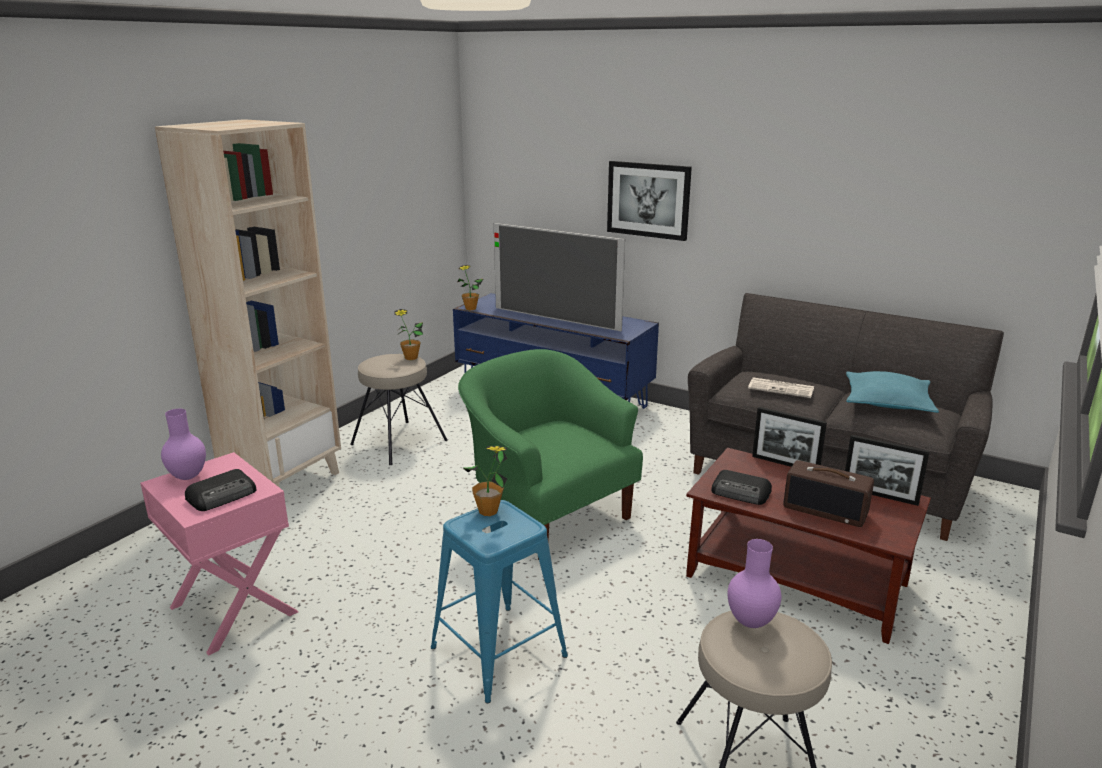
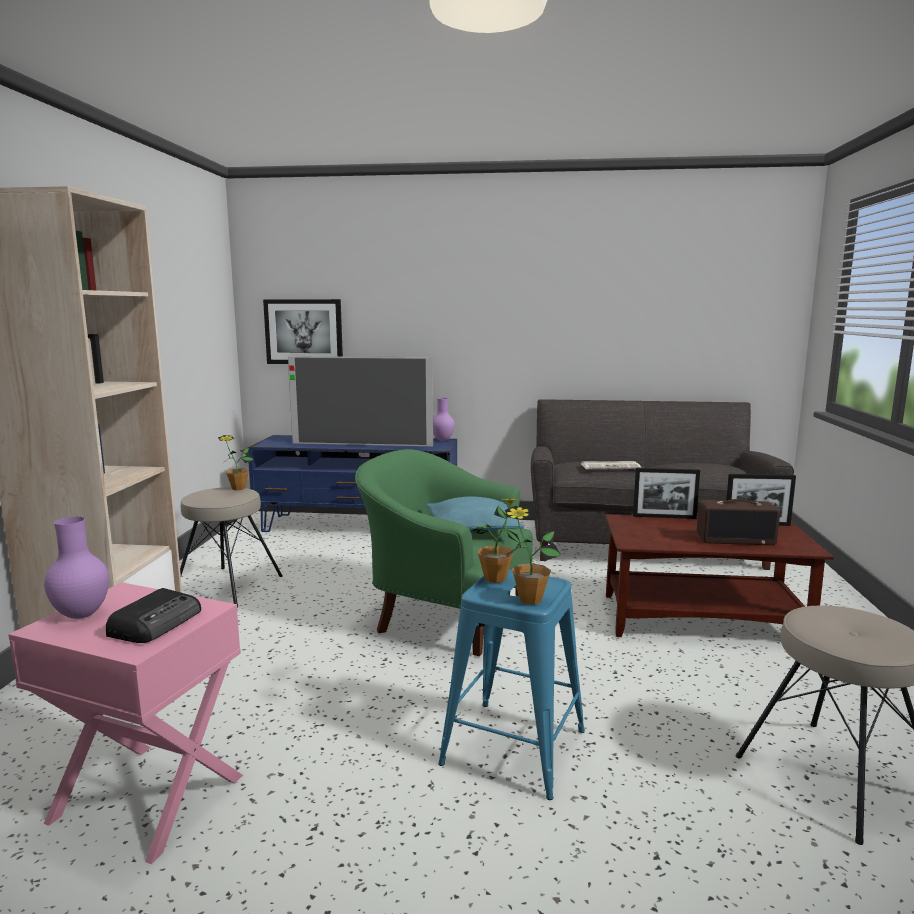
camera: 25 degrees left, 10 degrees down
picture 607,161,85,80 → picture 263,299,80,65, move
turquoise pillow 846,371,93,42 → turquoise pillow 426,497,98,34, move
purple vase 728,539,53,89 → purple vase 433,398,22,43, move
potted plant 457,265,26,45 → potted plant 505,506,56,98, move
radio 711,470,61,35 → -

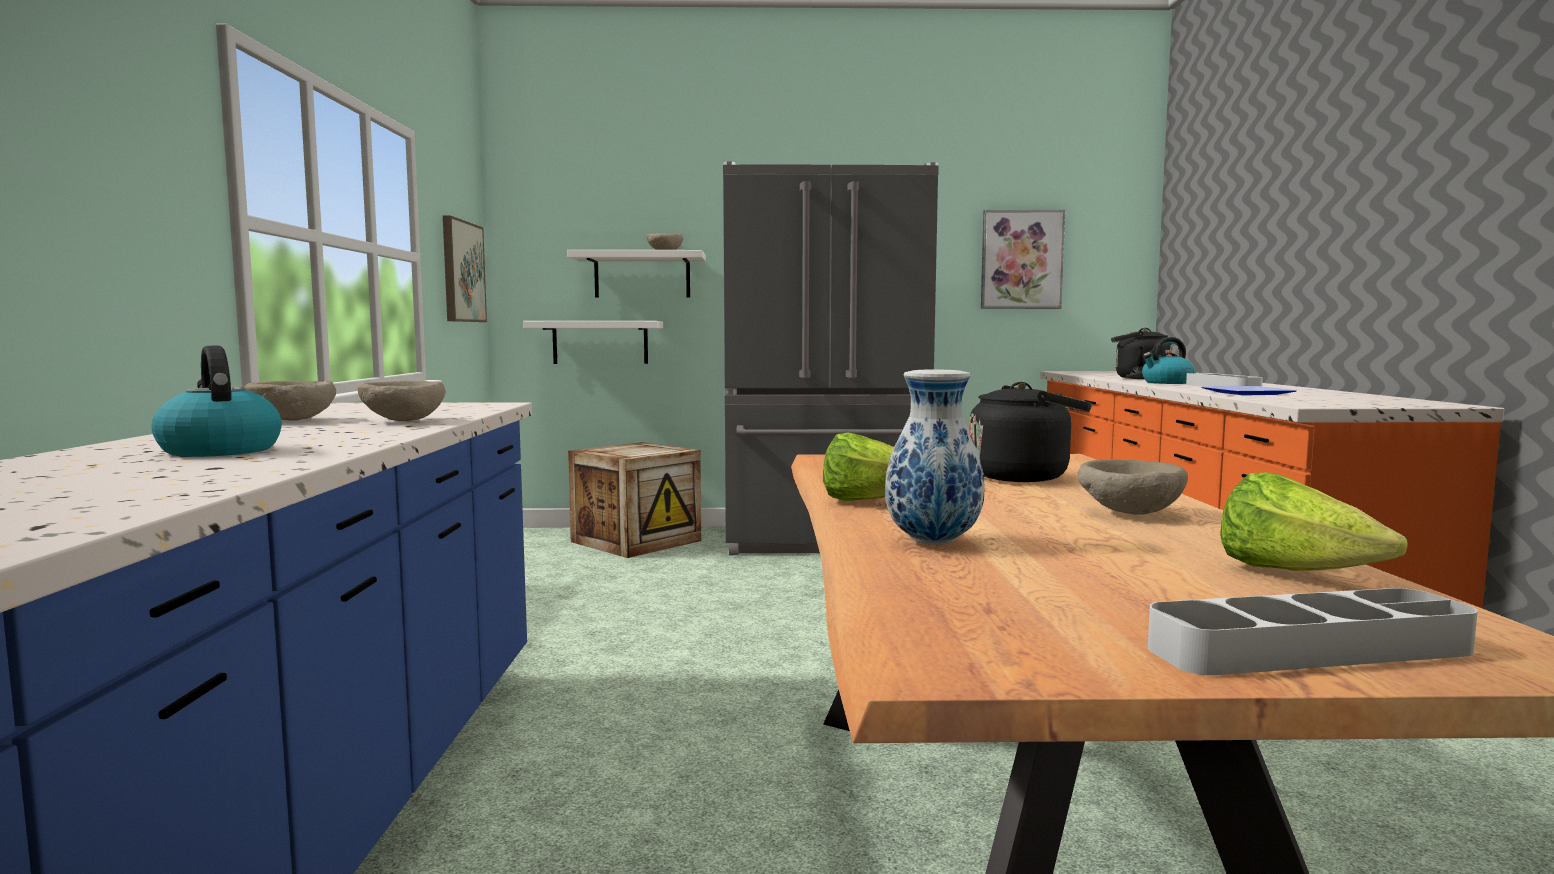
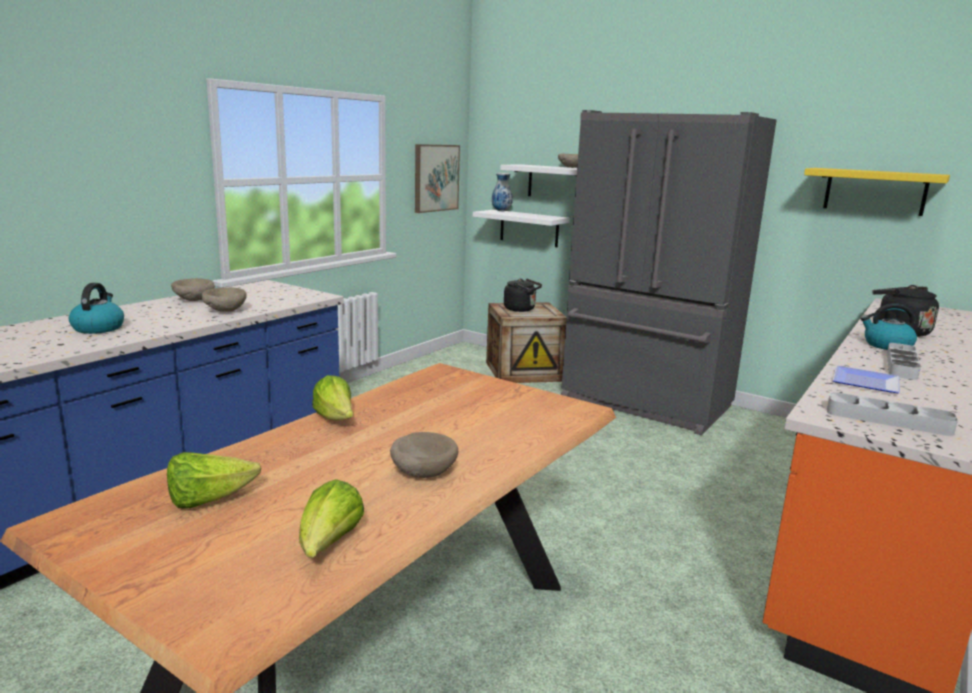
camera: 35 degrees right, 10 degrees up
- → lettuce 167,452,95,56
vase 885,370,99,175 → vase 492,173,21,38, move
black kettle 969,382,123,100 → black kettle 504,278,38,34, move
picture 981,209,84,100 → yellow shelf 804,168,146,48
grey tray 1148,588,330,87 → grey tray 827,392,131,44, move

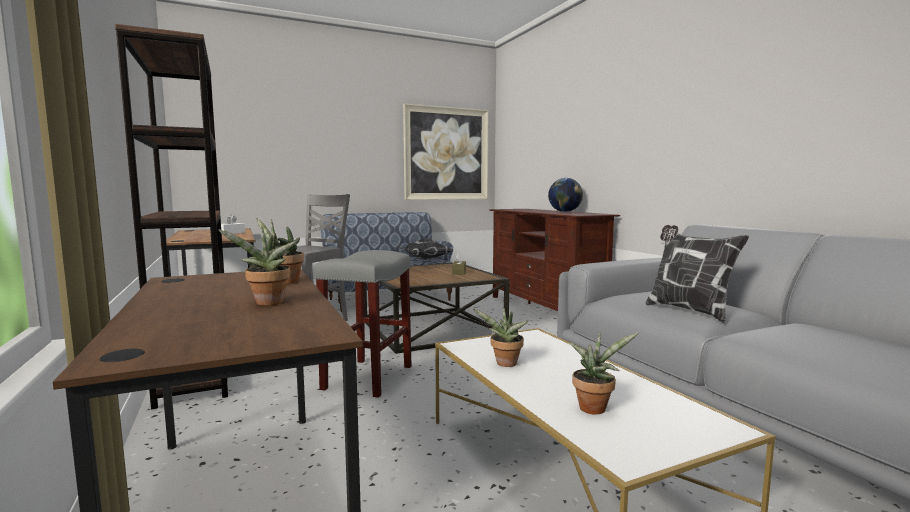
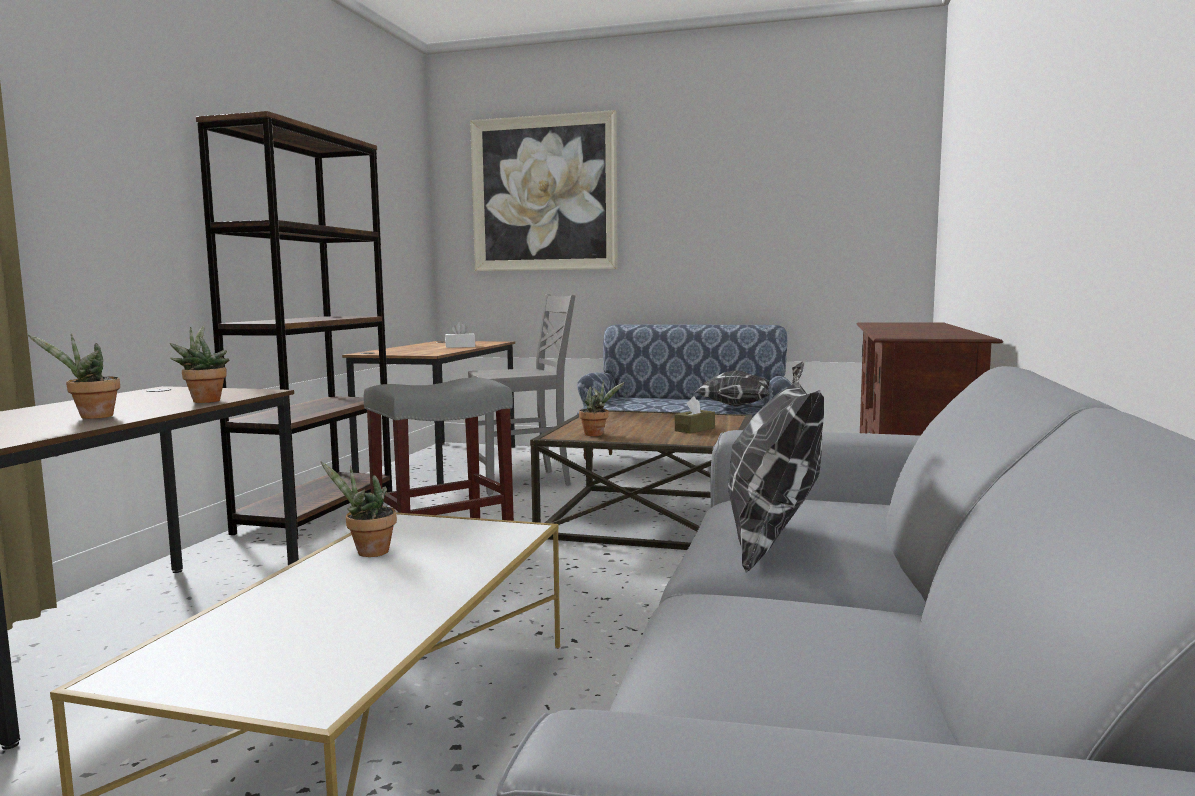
camera: 40 degrees right, 0 degrees up
picture 403,103,86,97 → picture 470,110,148,161, move
potted plant 569,332,69,82 → potted plant 579,380,45,56, move
globe 548,178,35,34 → -

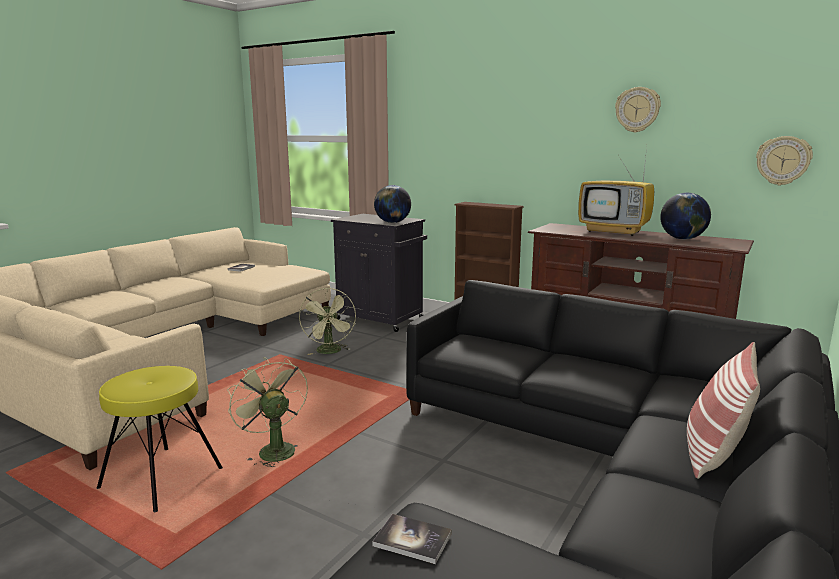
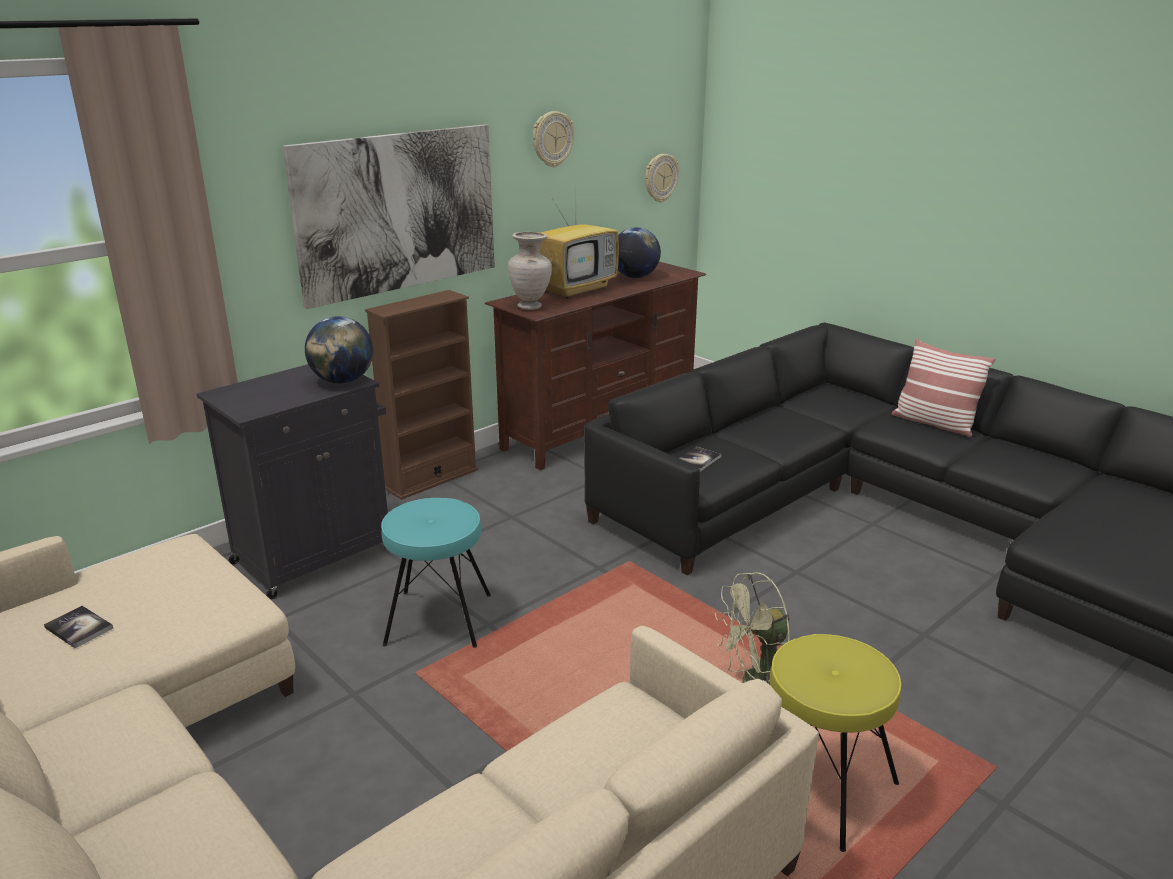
camera: 75 degrees left, 10 degrees up
- → picture 283,124,212,185
green fan 299,288,57,67 → turquoise stool 381,498,110,150
- → beige vase 508,232,44,78
book 373,514,79,50 → book 679,447,42,25, move

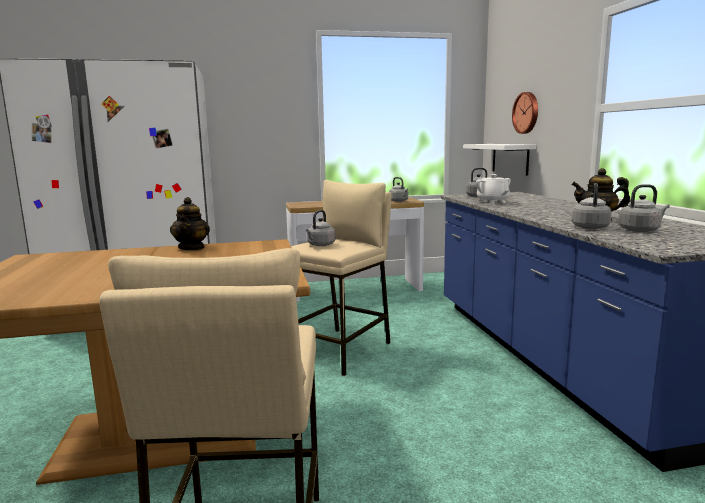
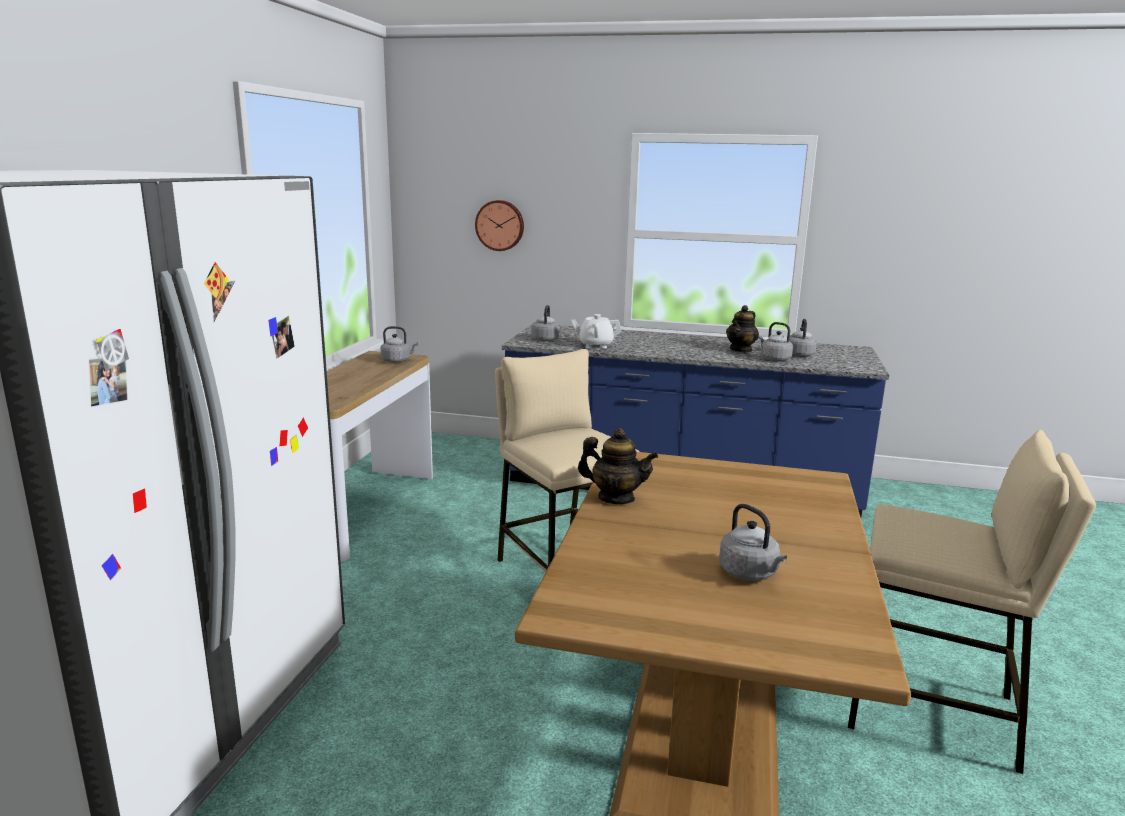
camera: 65 degrees left, 5 degrees up
grey kettle 306,210,29,36 → grey kettle 719,504,68,77, move
white shelf 463,144,73,32 → -

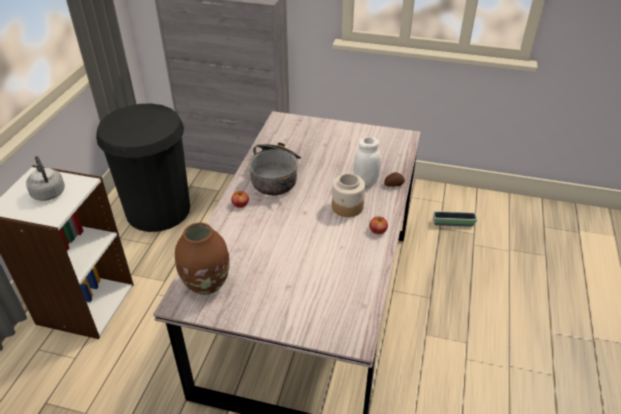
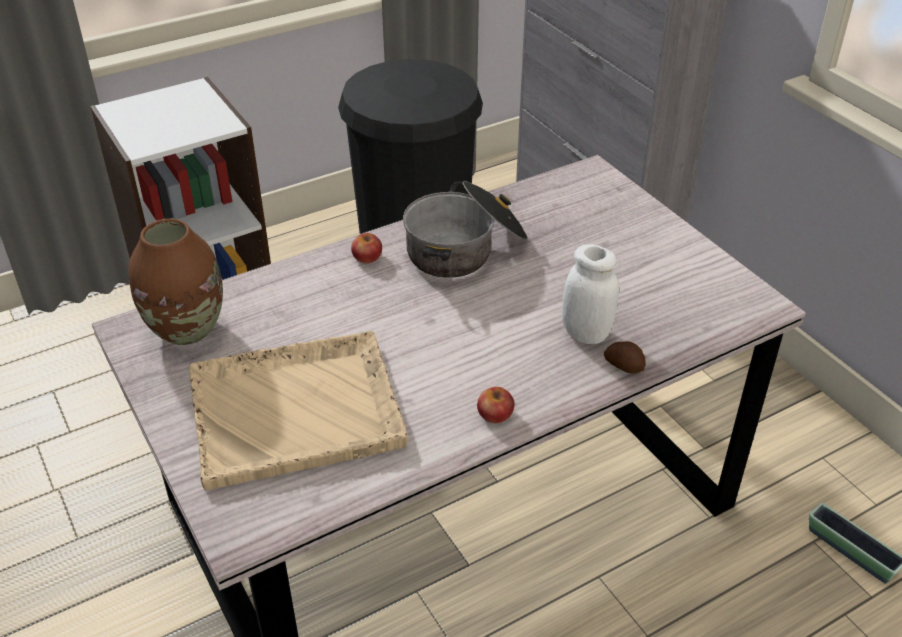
camera: 45 degrees right, 0 degrees up
- → beige tray 189,331,219,159
grey kettle 26,156,39,45 → -
jar 332,173,33,44 → -

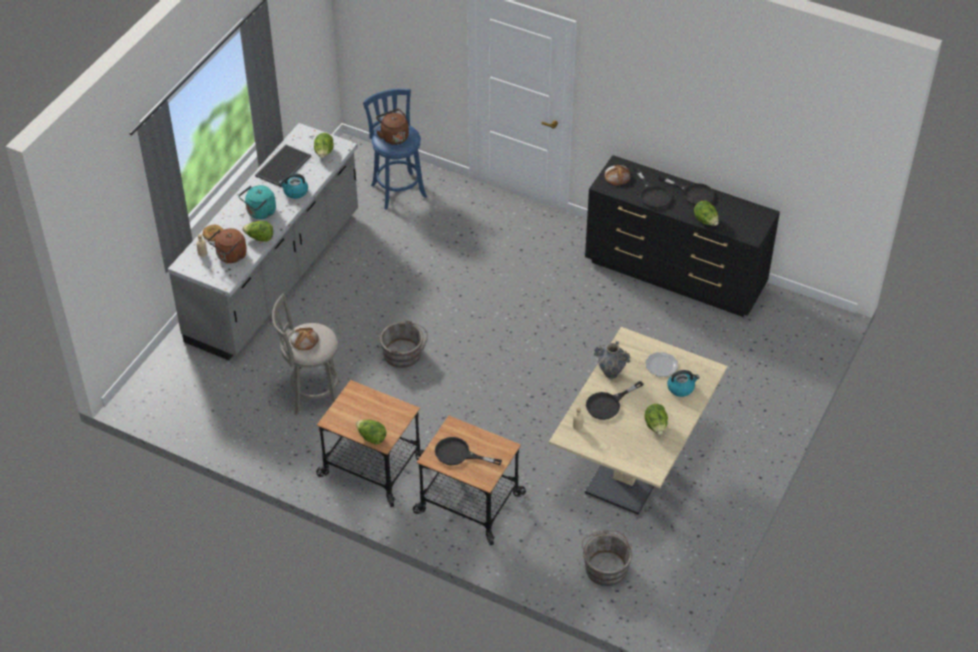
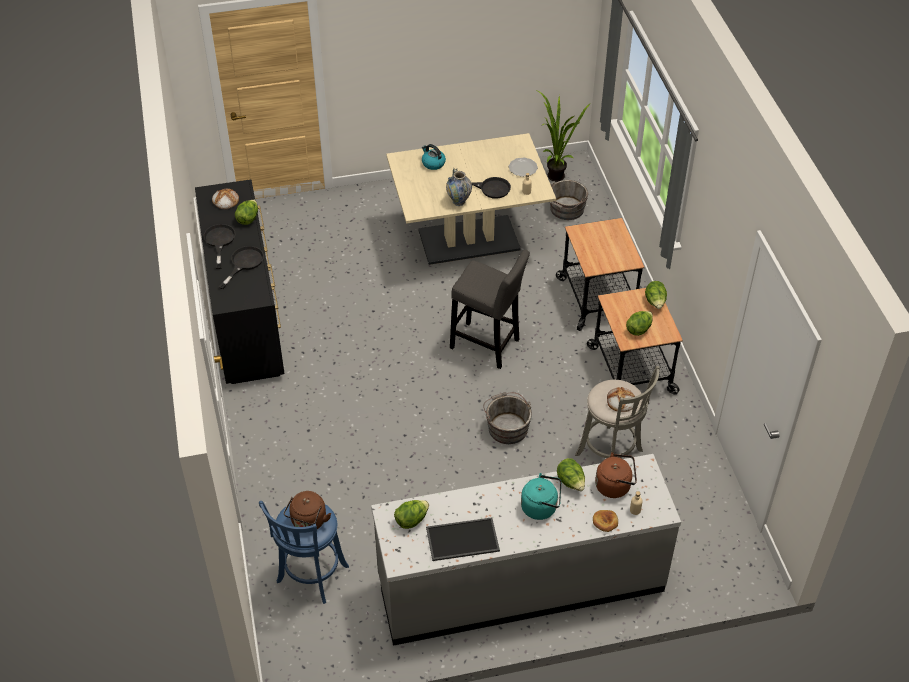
camera: 130 degrees left, 0 degrees up
bread 605,165,25,20 → bread 212,189,27,20, move
- → grey stool 450,250,80,119
plate 645,352,33,25 → plate 509,158,29,19, move
- → potted plant 538,91,53,91
lettuce 644,404,24,31 → lettuce 626,311,27,25, move
kettle 279,174,29,25 → -
black frying pan 435,437,67,28 → -

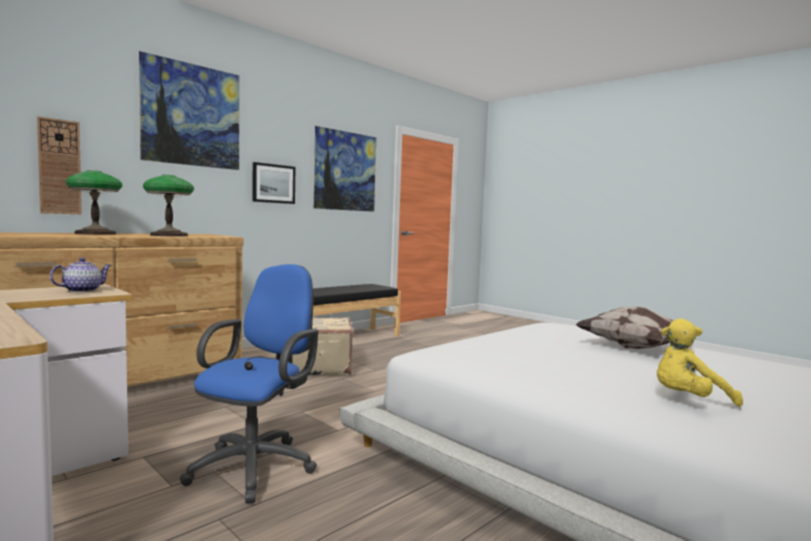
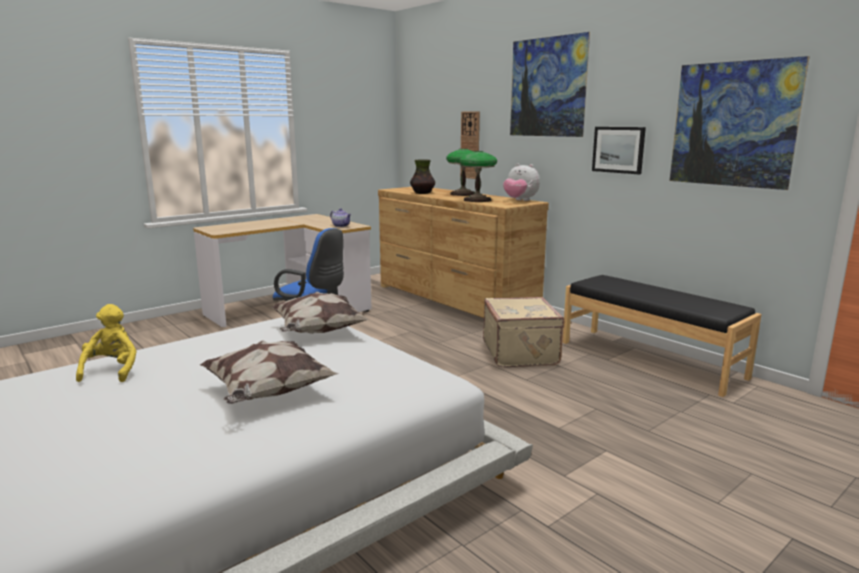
camera: 95 degrees right, 10 degrees up
- → pillow 271,291,98,43
- → vase 410,160,25,34
- → plush toy 503,163,37,38

